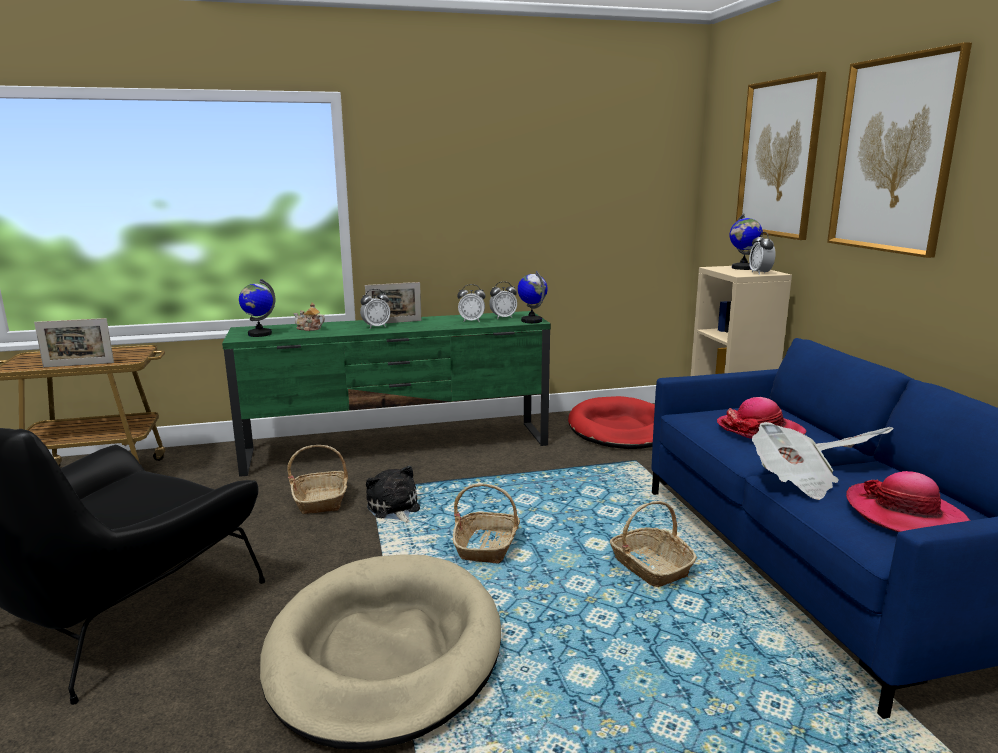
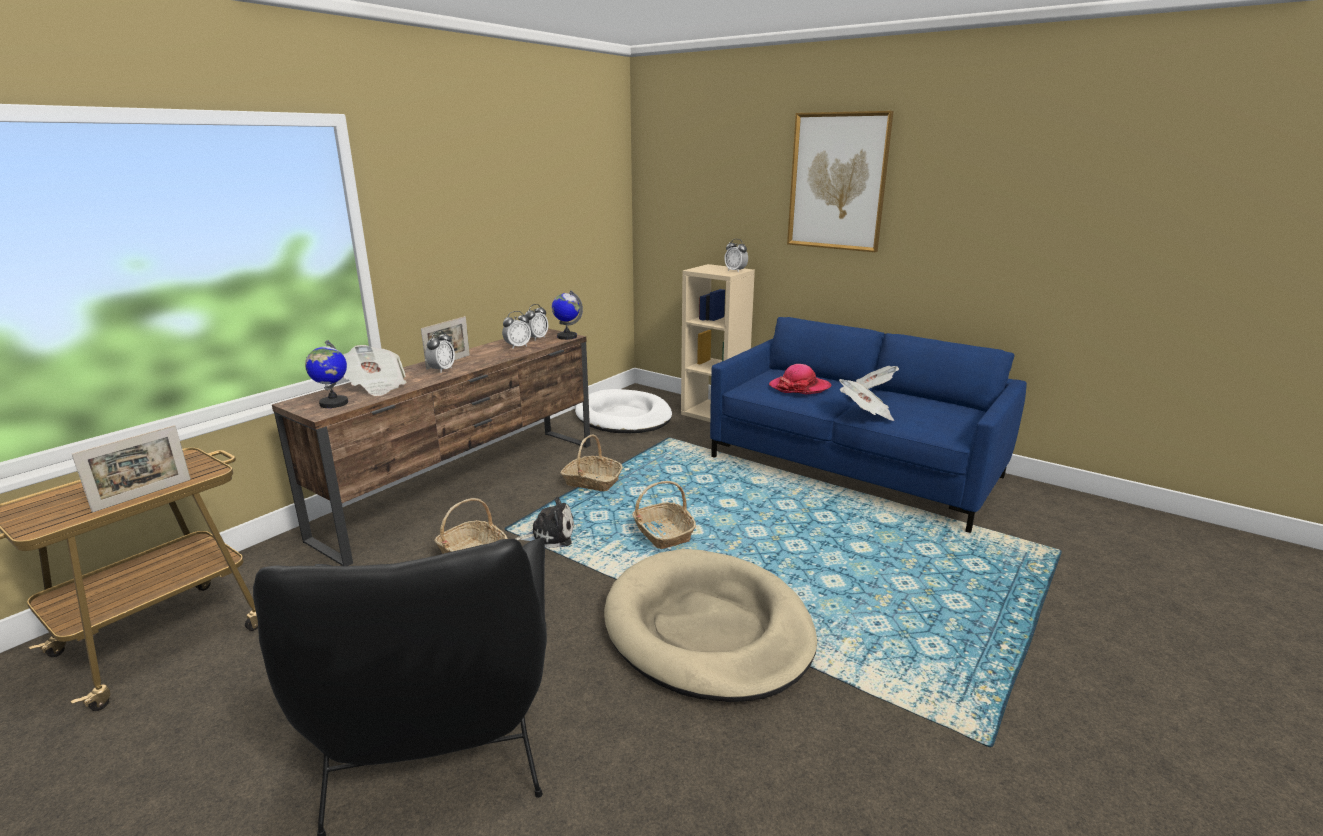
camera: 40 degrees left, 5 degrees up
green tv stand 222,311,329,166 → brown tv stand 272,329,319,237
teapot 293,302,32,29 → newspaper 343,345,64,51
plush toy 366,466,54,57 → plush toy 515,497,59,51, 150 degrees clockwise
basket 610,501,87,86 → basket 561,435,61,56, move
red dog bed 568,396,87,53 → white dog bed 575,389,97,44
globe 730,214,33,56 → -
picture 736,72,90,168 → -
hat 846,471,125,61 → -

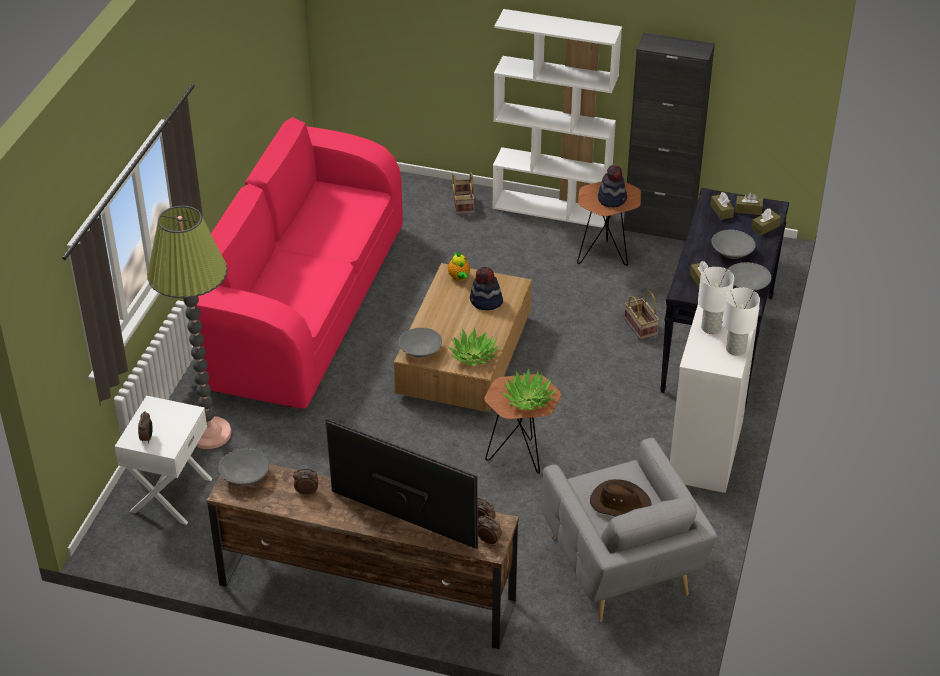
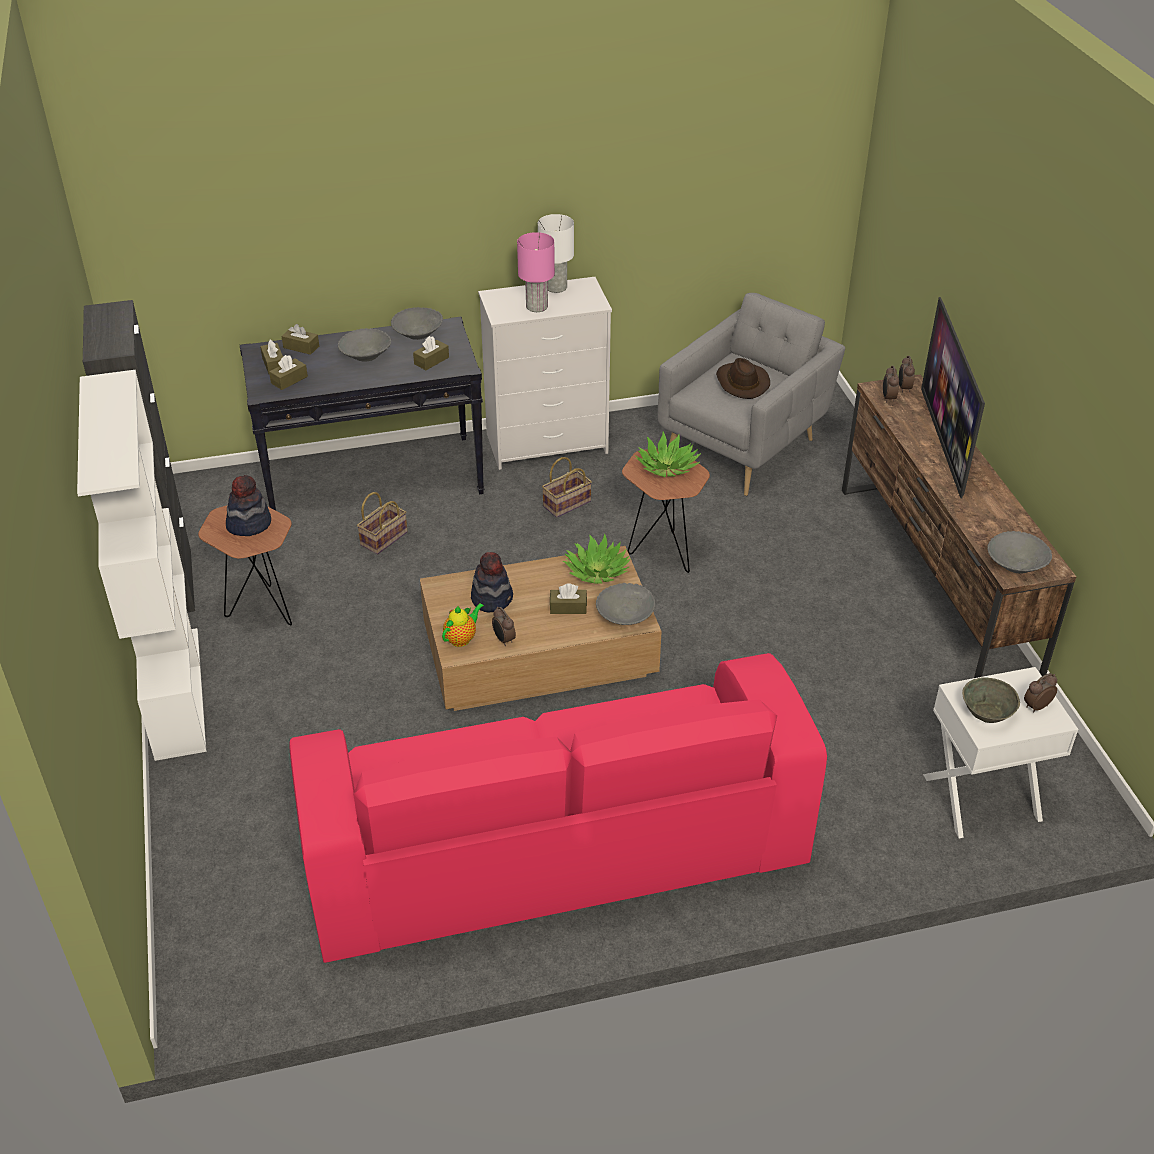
camera: 120 degrees left, 0 degrees up
alarm clock 293,468,25,26 → alarm clock 492,607,24,39, move
white table lamp 698,267,36,67 → pink table lamp 517,232,38,80
basket 452,172,22,43 → basket 542,457,50,61, move
- → brown tissue box 550,583,37,31
- → grey bowl 962,677,58,46
floor lamp 147,206,85,243 → -

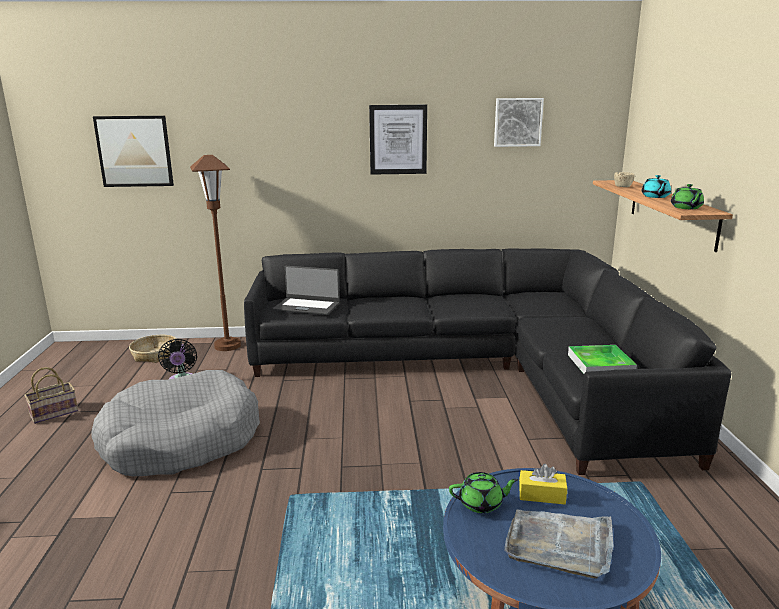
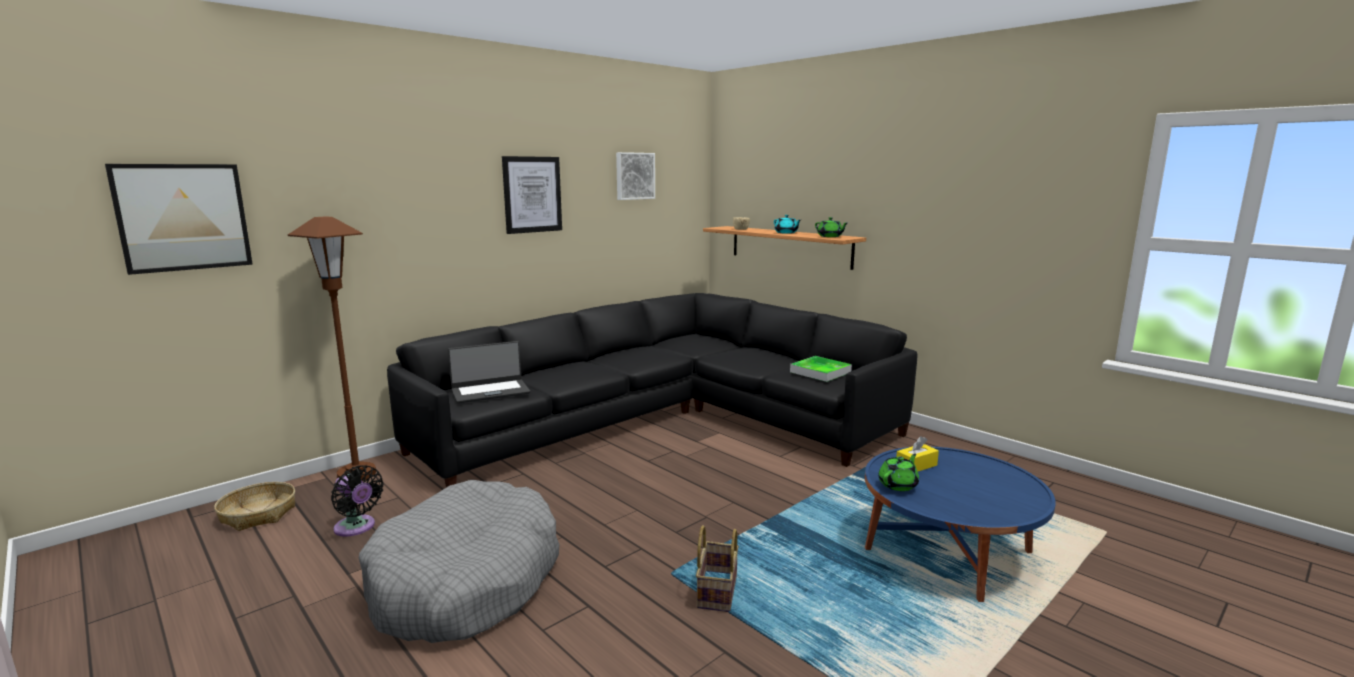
camera: 40 degrees left, 5 degrees down
basket 24,367,54,57 → basket 696,525,43,87, move
grey tray 504,509,109,69 → -

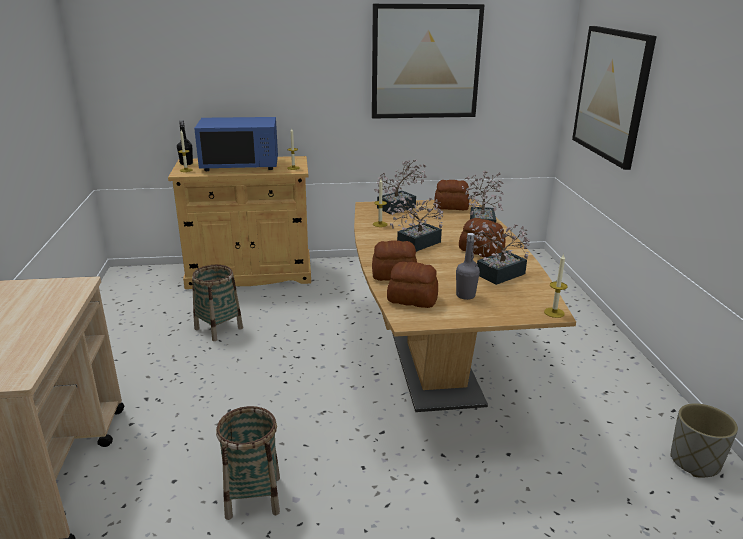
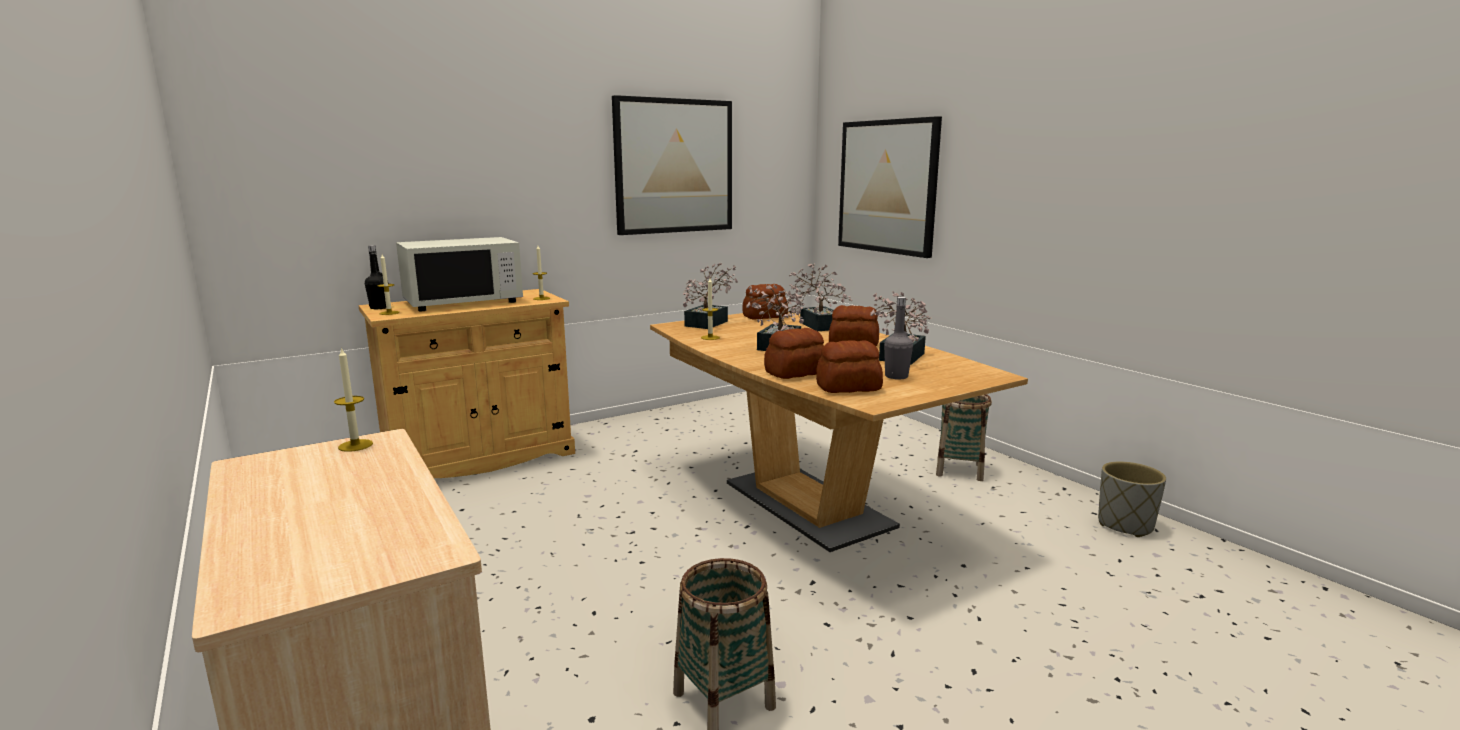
camera: 25 degrees left, 10 degrees down
candle 544,253,24,65 → candle 334,347,39,105, move
blue microwave 194,117,84,54 → white microwave 396,237,127,74
basket 192,265,51,76 → basket 936,394,56,87, move

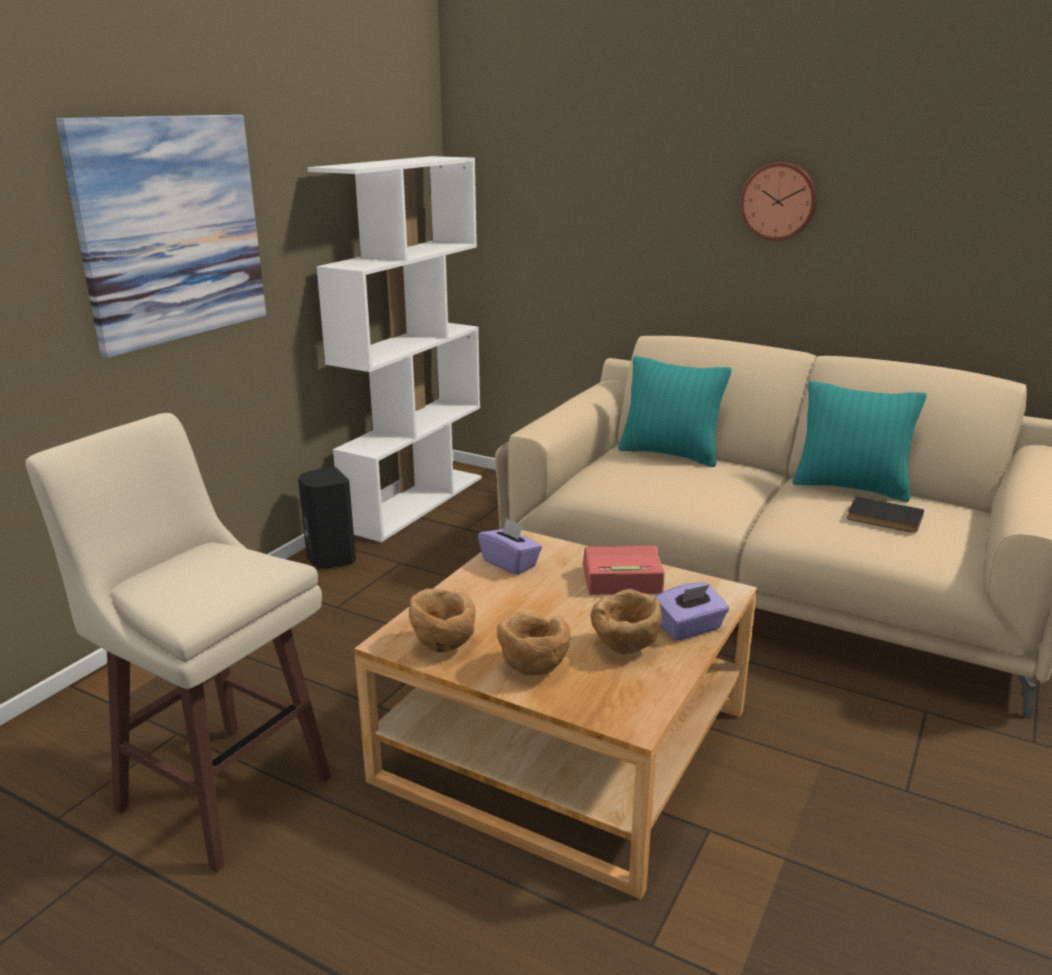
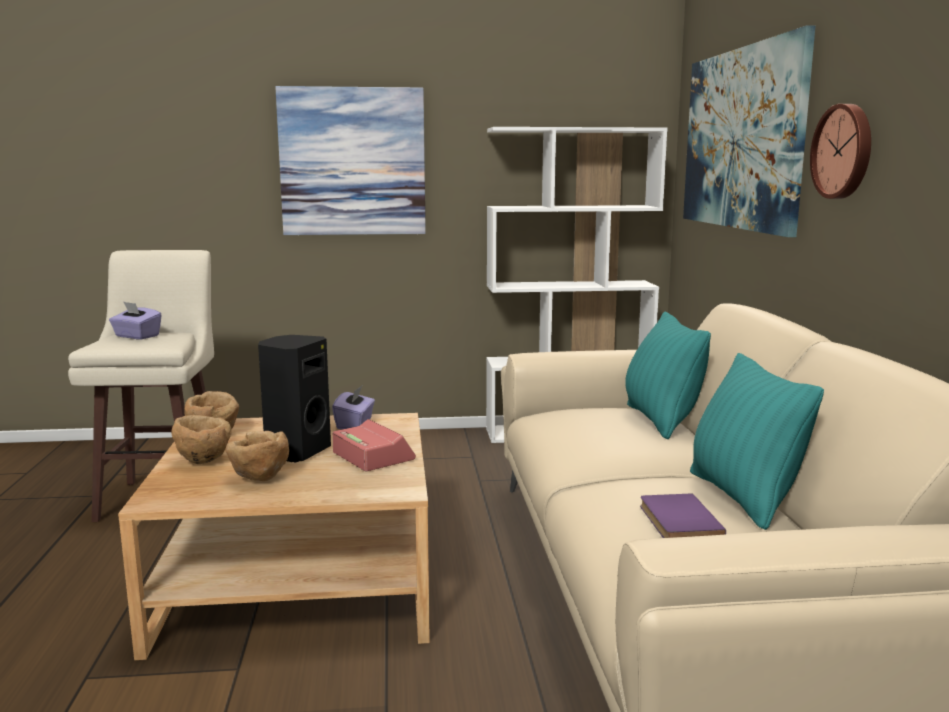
camera: 55 degrees right, 10 degrees down
purple tissue box 654,582,75,59 → purple tissue box 109,301,53,39, move
black speaker 298,467,58,102 → black speaker 258,335,73,127, move
black book 847,497,77,36 → purple book 640,494,86,44
- → picture 683,25,132,212

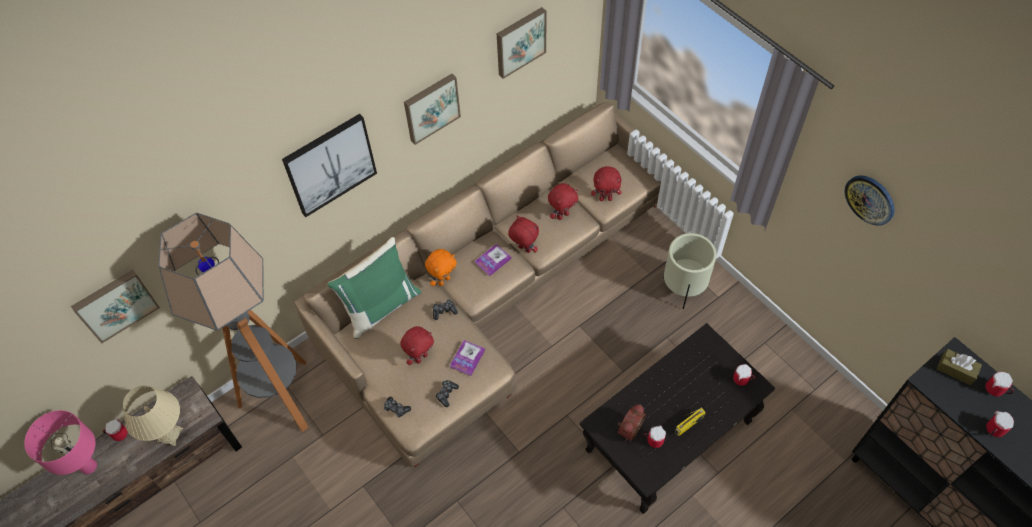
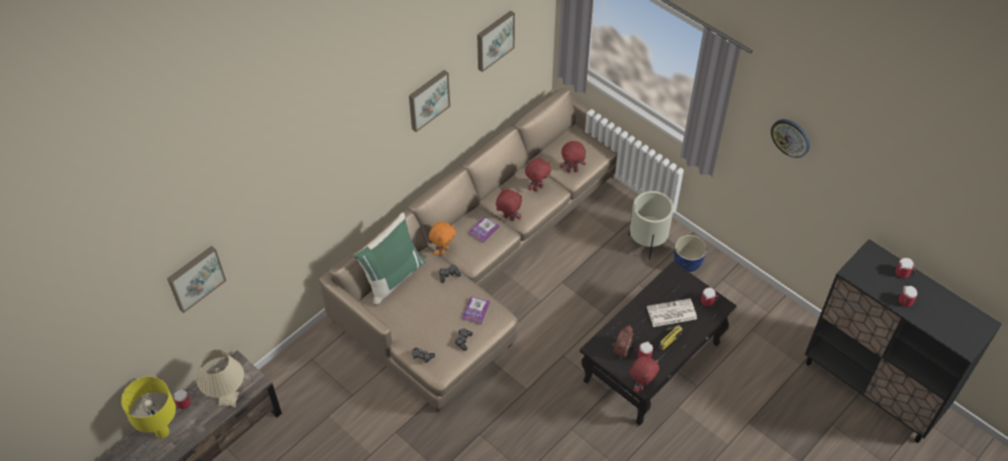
camera: 10 degrees left, 5 degrees down
pink table lamp 24,410,73,65 → yellow table lamp 121,377,55,62
red plush toy 400,326,34,39 → red plush toy 630,356,29,36, move
- → newspaper 647,299,50,28
- → planter 674,235,33,37
floor lamp 158,213,151,219 → -
picture 282,114,95,103 → -
brown tissue box 937,349,45,36 → -

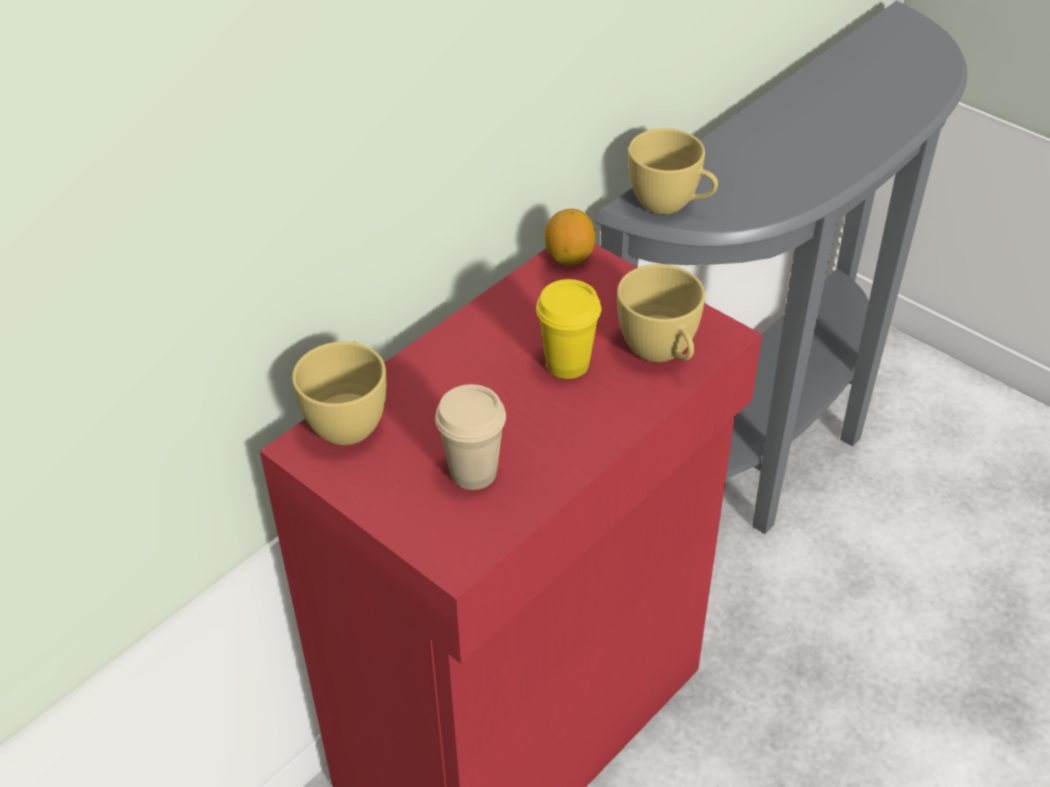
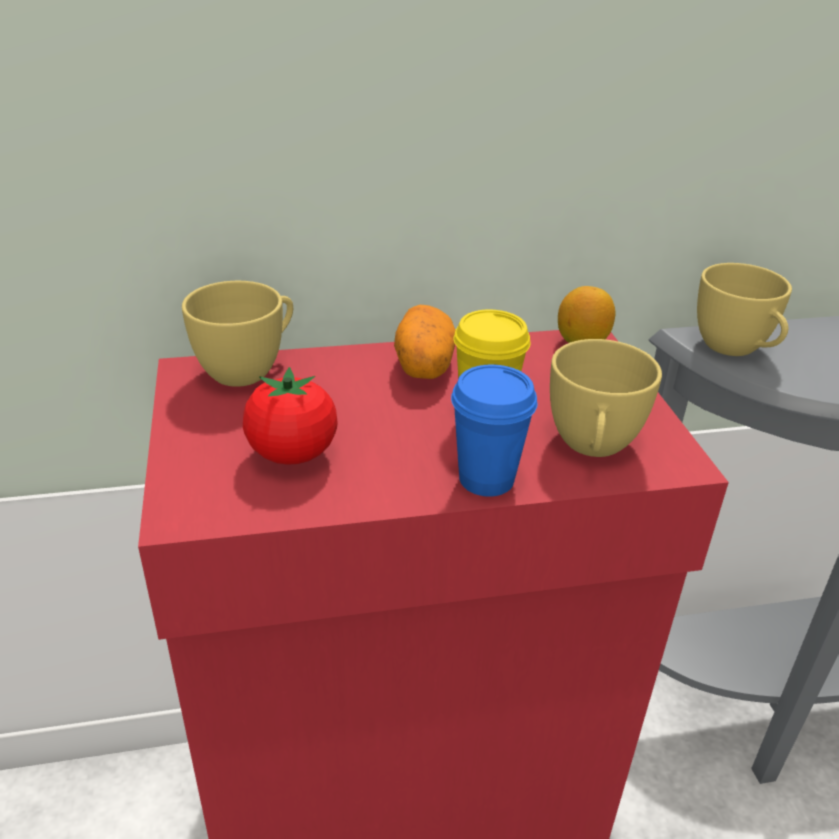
camera: 35 degrees right, 10 degrees down
beige cup 435,384,71,106 → tomato 243,367,95,98
- → potato 394,305,61,74
- → blue cup 451,364,86,133

